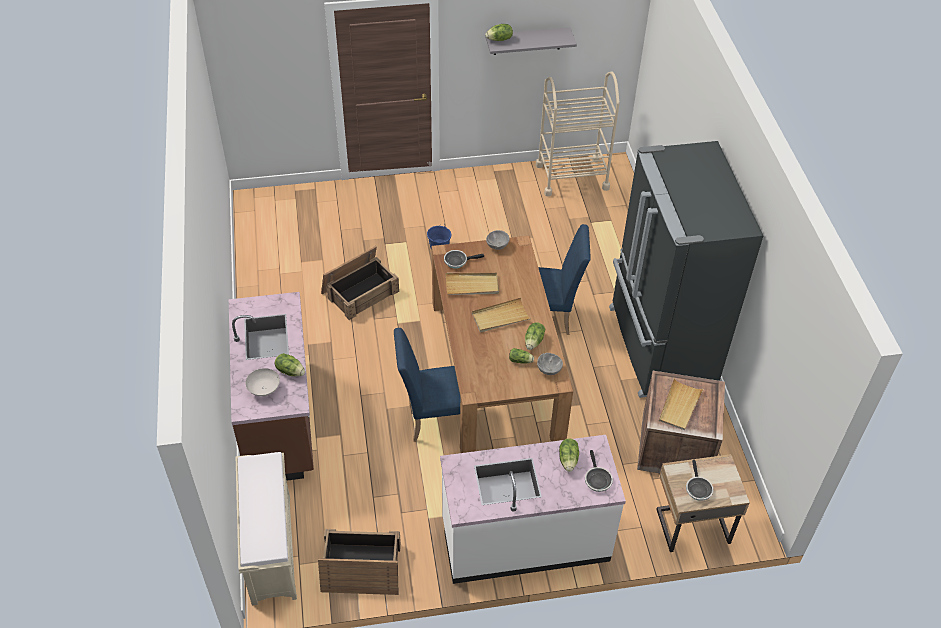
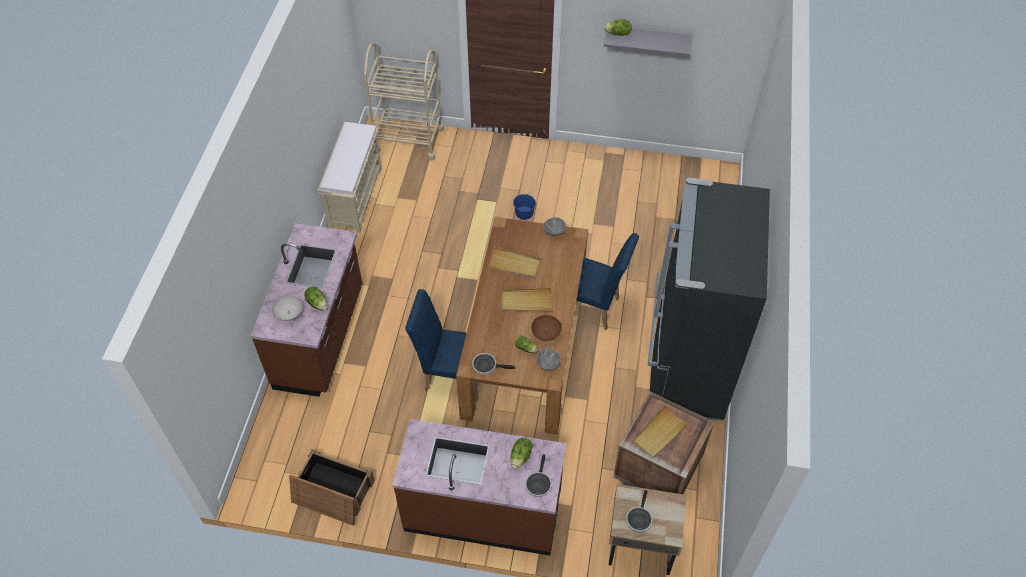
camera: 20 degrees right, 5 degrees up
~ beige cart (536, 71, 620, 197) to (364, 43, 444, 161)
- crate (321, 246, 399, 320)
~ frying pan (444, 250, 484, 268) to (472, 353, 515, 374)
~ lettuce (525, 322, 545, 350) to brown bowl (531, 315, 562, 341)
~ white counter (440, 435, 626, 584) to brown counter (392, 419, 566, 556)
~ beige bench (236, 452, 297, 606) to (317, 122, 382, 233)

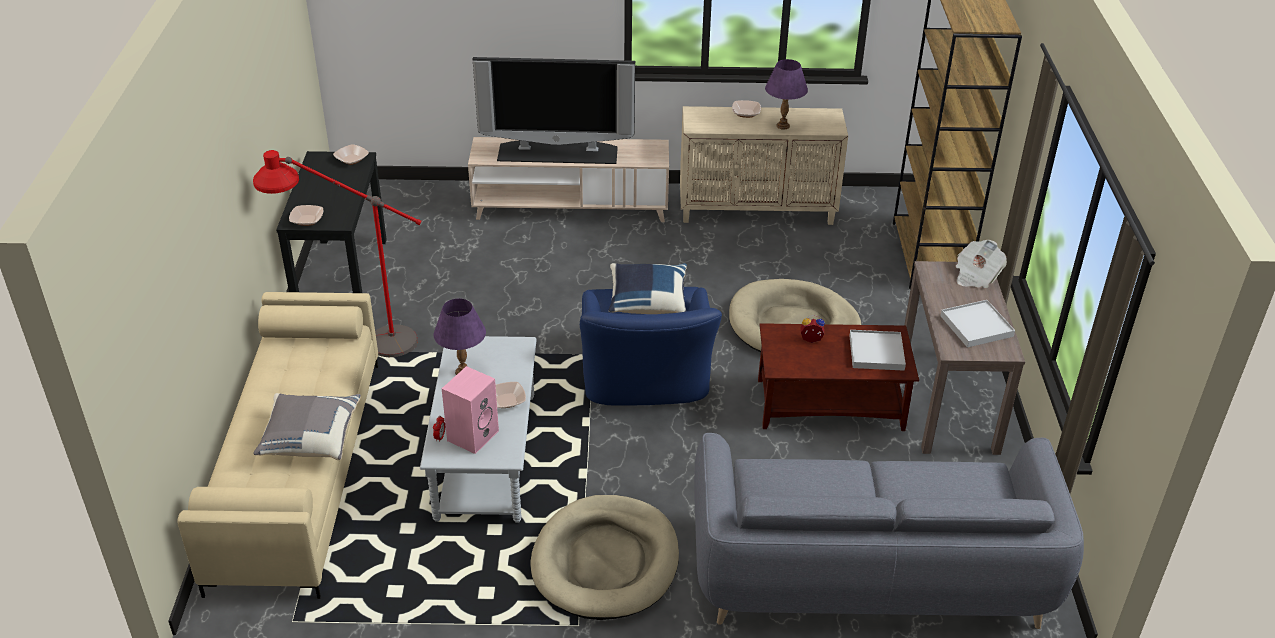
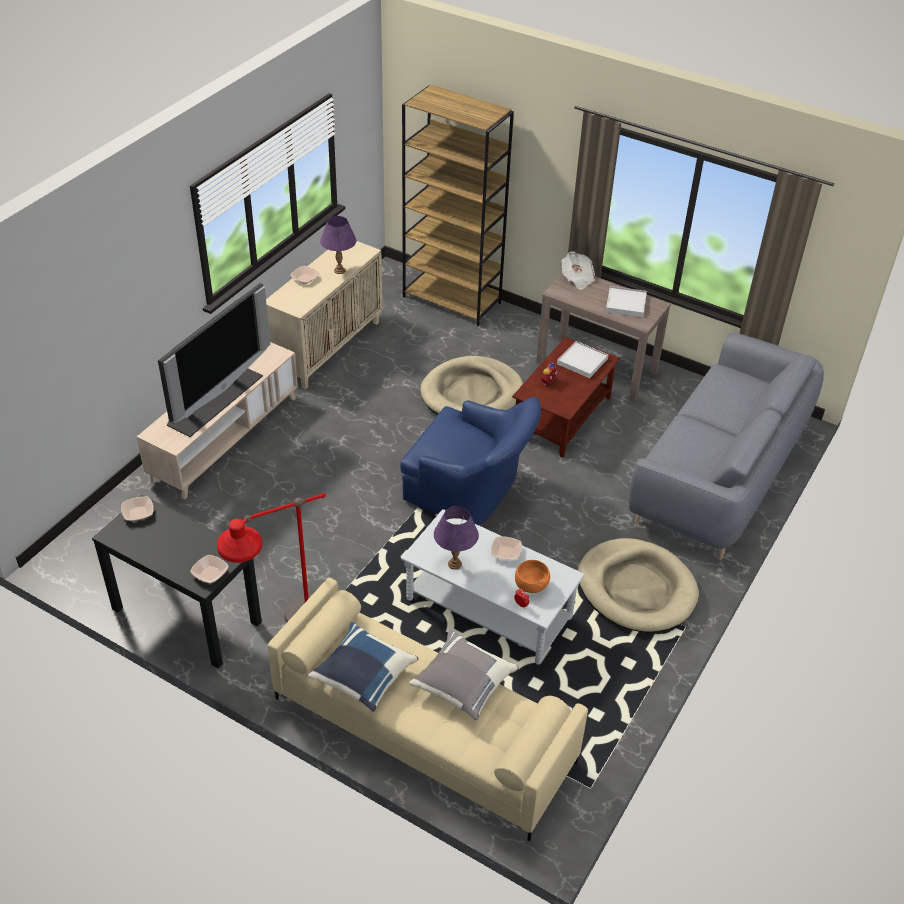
camera: 60 degrees left, 5 degrees up
~ blue pillow (608, 263, 687, 314) to (308, 622, 419, 712)
~ pink speaker (442, 366, 499, 454) to orange bowl (515, 560, 550, 593)

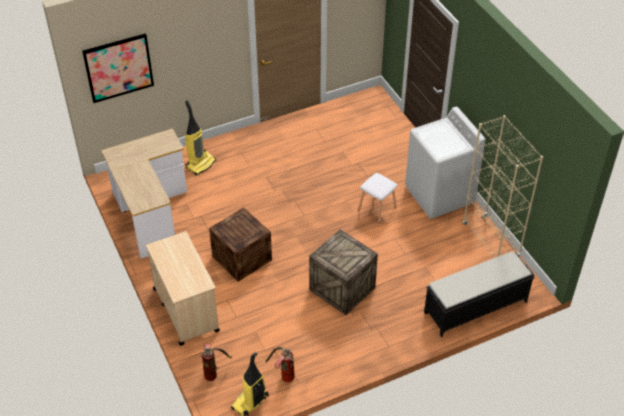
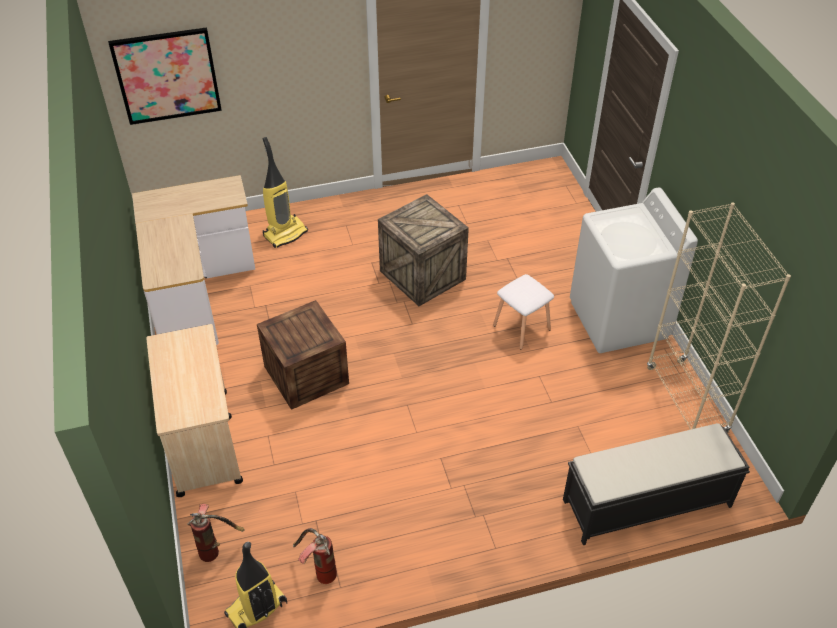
camera: 10 degrees right, 0 degrees up
~ crate (309, 230, 378, 315) to (378, 194, 469, 306)

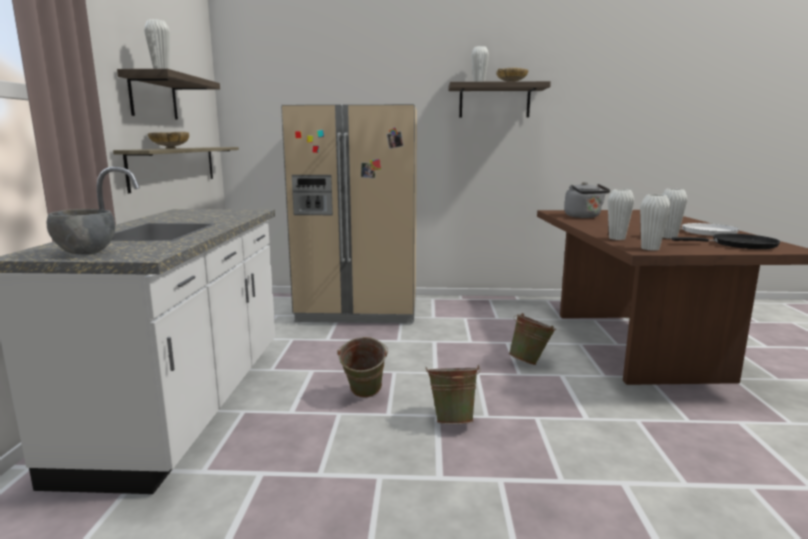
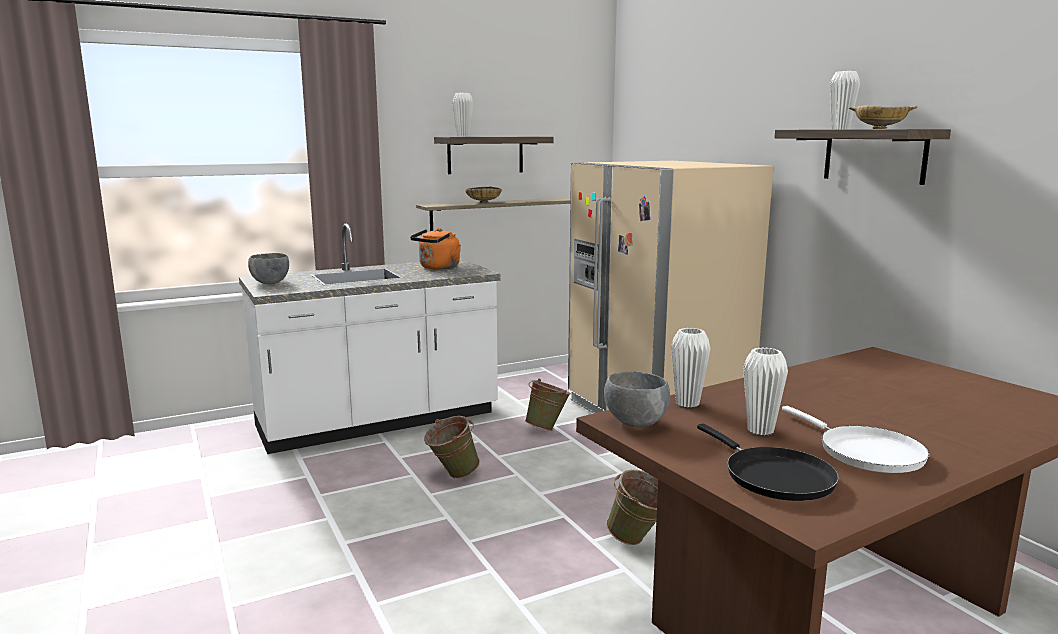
camera: 60 degrees right, 0 degrees up
- grey kettle (564, 182, 610, 218)
~ white vase (640, 194, 670, 250) to grey bowl (604, 371, 670, 427)
~ green bucket (426, 365, 481, 424) to (525, 379, 571, 431)
+ orange kettle (410, 228, 461, 270)

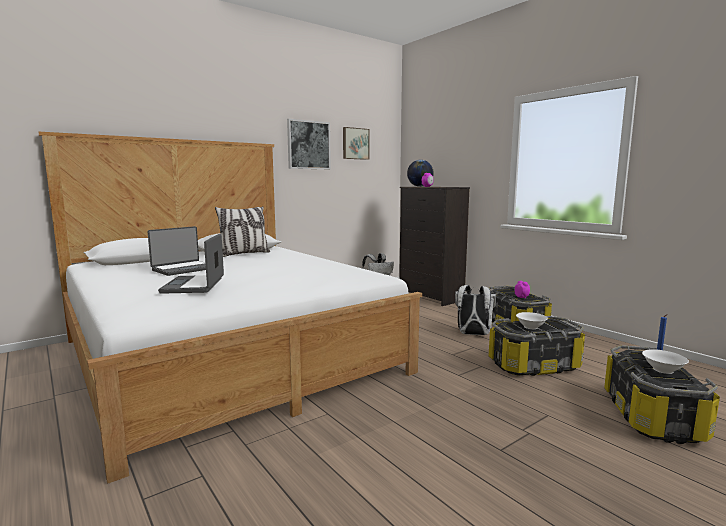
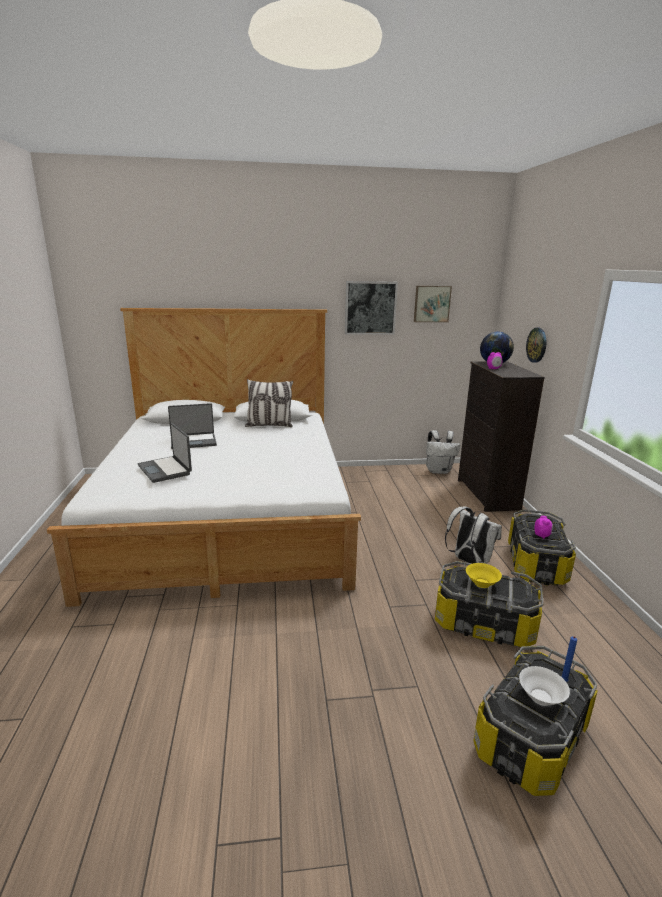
camera: 30 degrees right, 10 degrees up
~ laptop (158, 234, 224, 294) = (138, 423, 192, 483) 60 degrees counterclockwise
~ white bowl (516, 312, 548, 329) to yellow bowl (466, 563, 502, 588)
+ wall clock (526, 328, 546, 363)

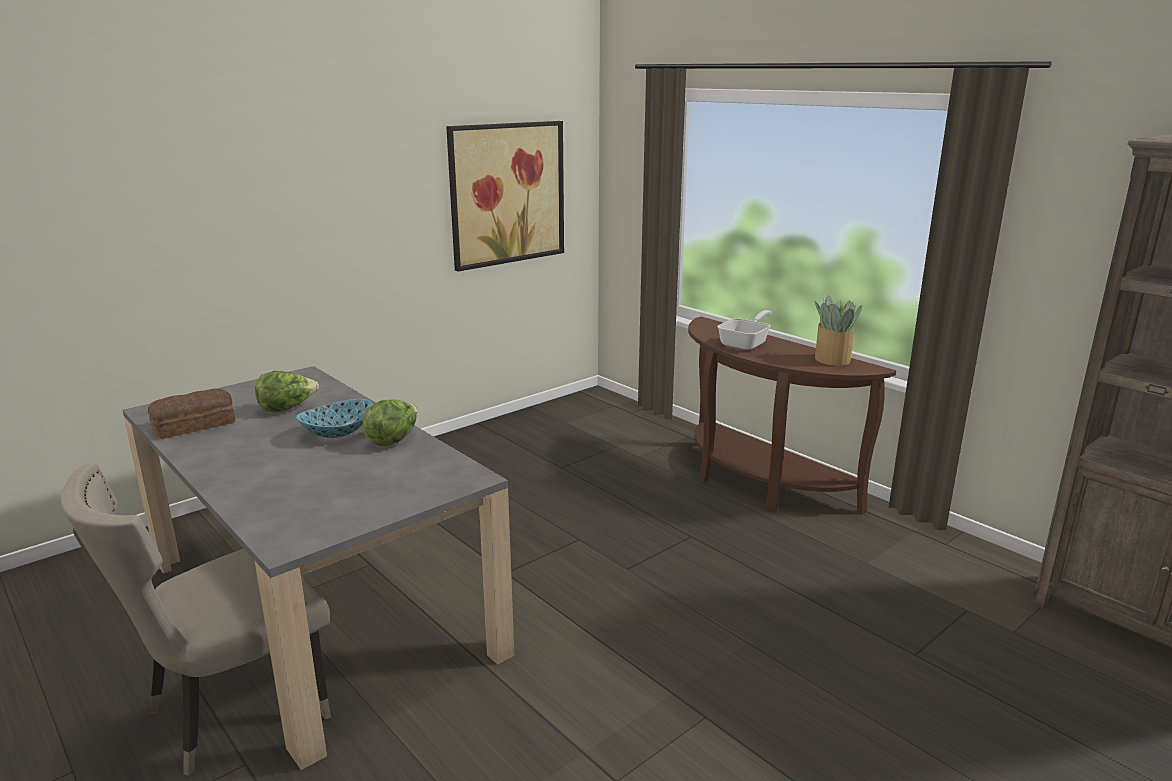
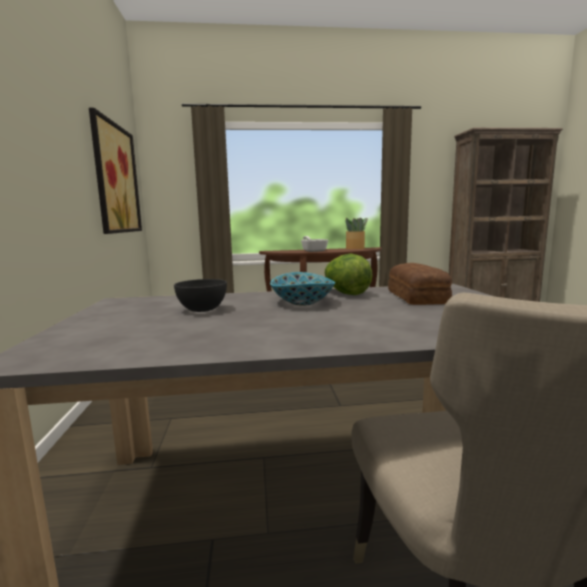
camera: 55 degrees left, 10 degrees down
~ lettuce (255, 371, 319, 413) to grey bowl (174, 279, 227, 312)
~ bread (148, 389, 235, 439) to (388, 263, 452, 305)

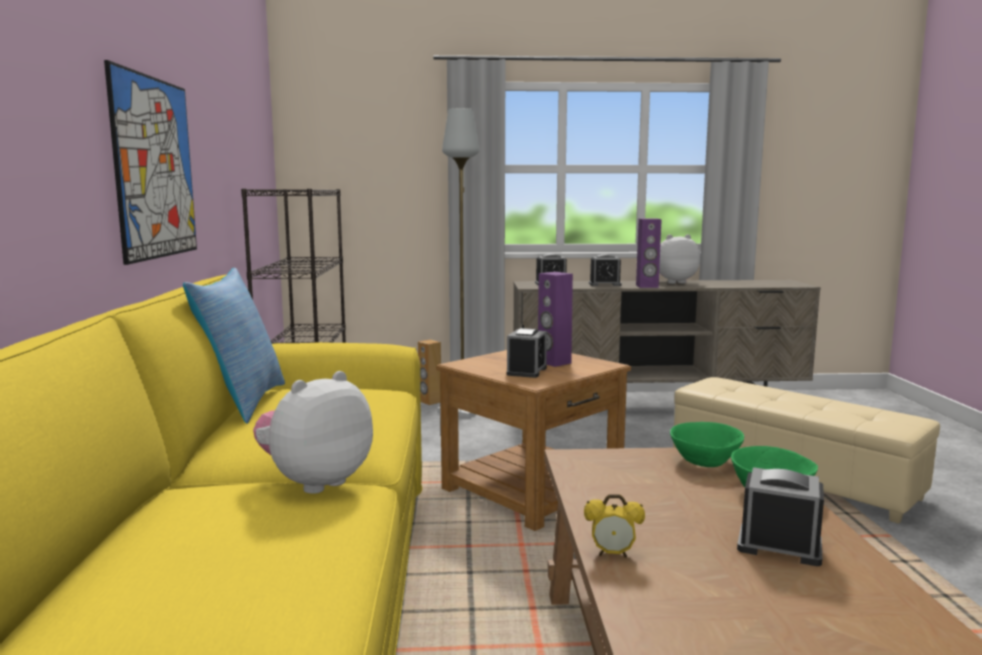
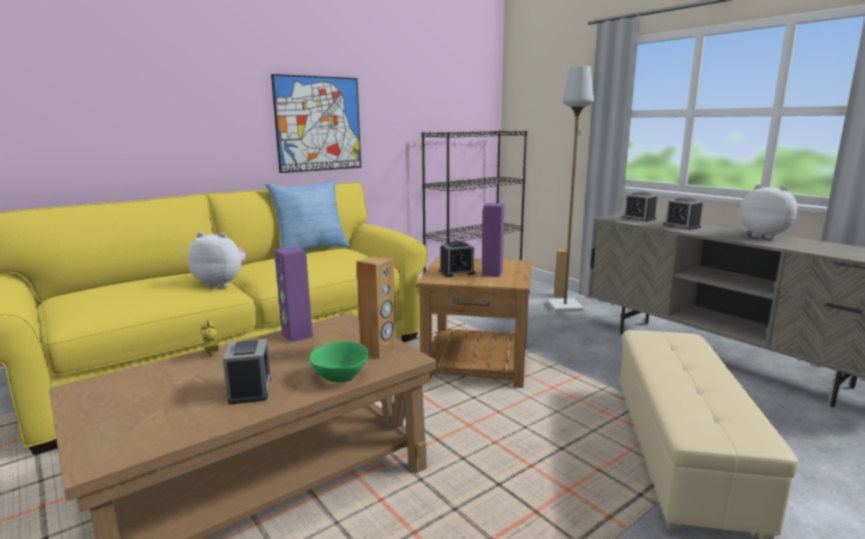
camera: 55 degrees right, 5 degrees up
~ purple speaker (636, 219, 662, 288) to (274, 247, 313, 342)
~ green bowl (670, 422, 744, 467) to brown speaker (357, 256, 396, 359)

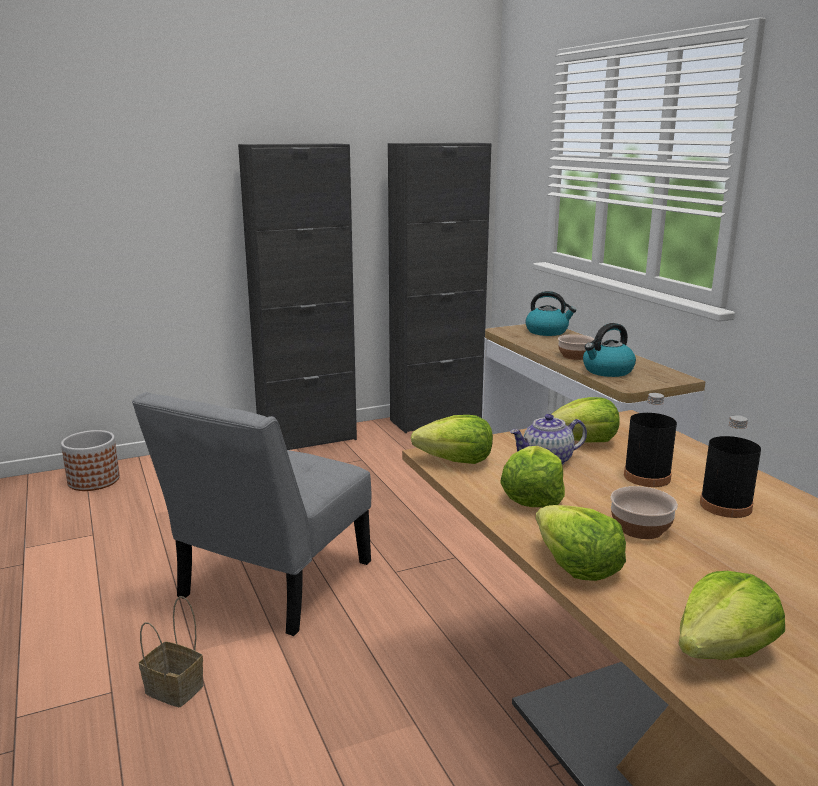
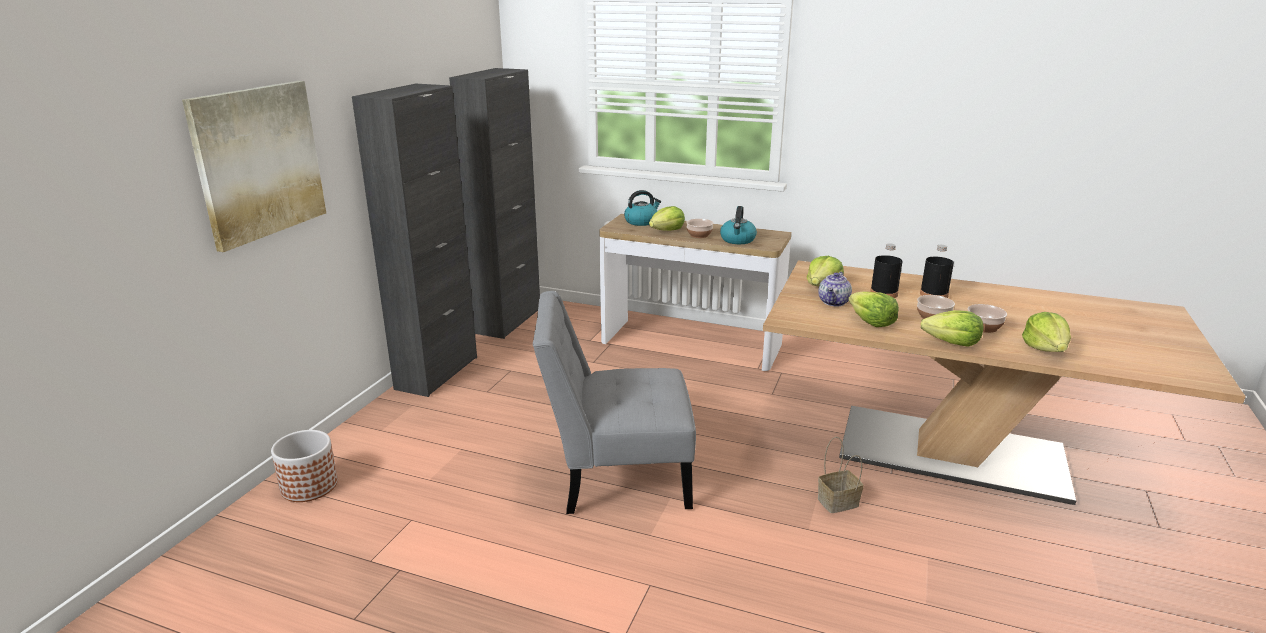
camera: 45 degrees left, 5 degrees up
~ grey chair (132, 392, 371, 636) = (533, 291, 696, 514) 105 degrees clockwise
~ lettuce (411, 415, 493, 464) to (649, 206, 685, 231)
~ basket (139, 596, 203, 707) to (818, 437, 864, 513)
+ picture (182, 81, 326, 252)
+ bowl (968, 304, 1007, 333)

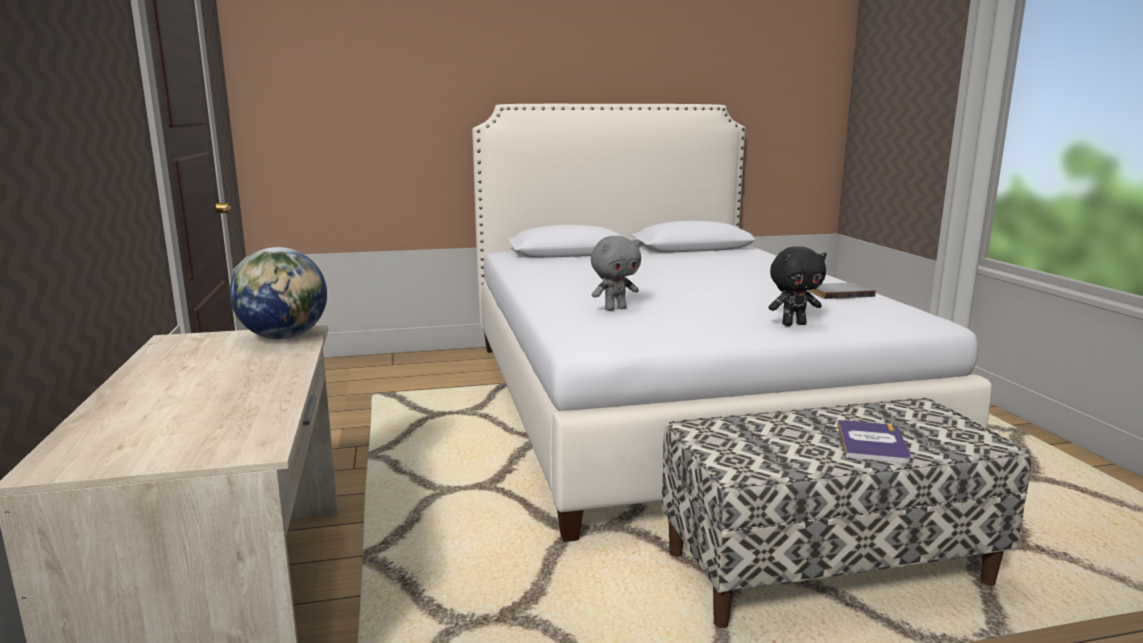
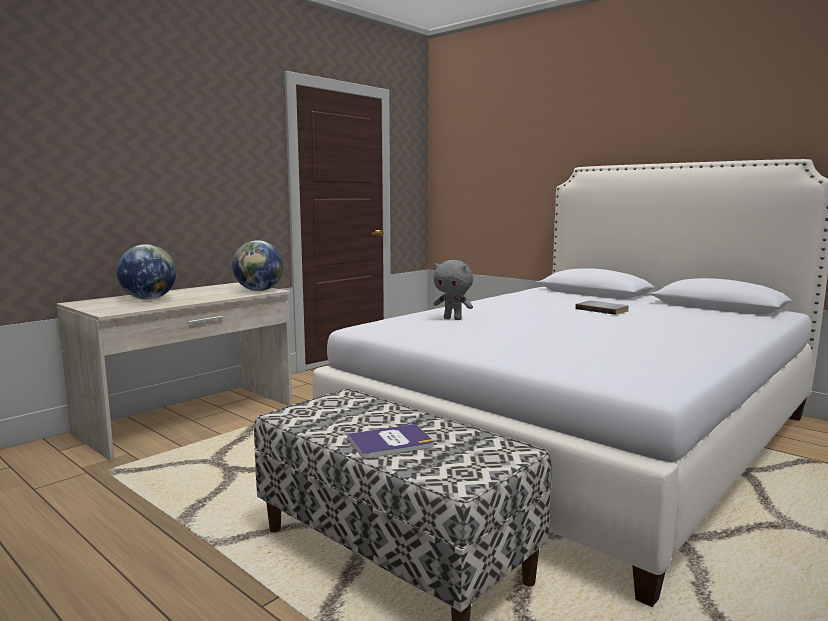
camera: 55 degrees right, 5 degrees down
- black plush toy (768, 246, 827, 326)
~ grey book (808, 283, 876, 299) to (575, 301, 629, 315)
+ globe (117, 244, 176, 300)

